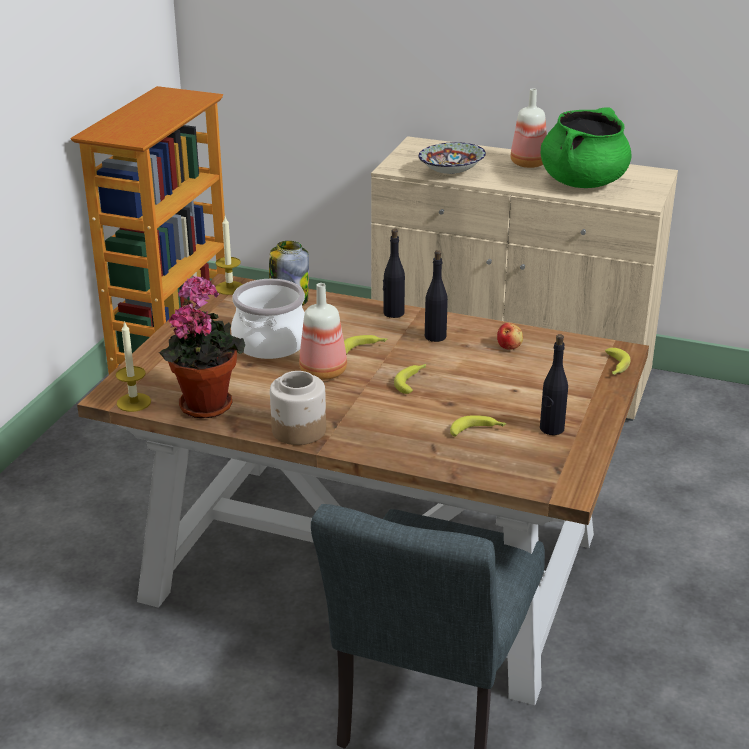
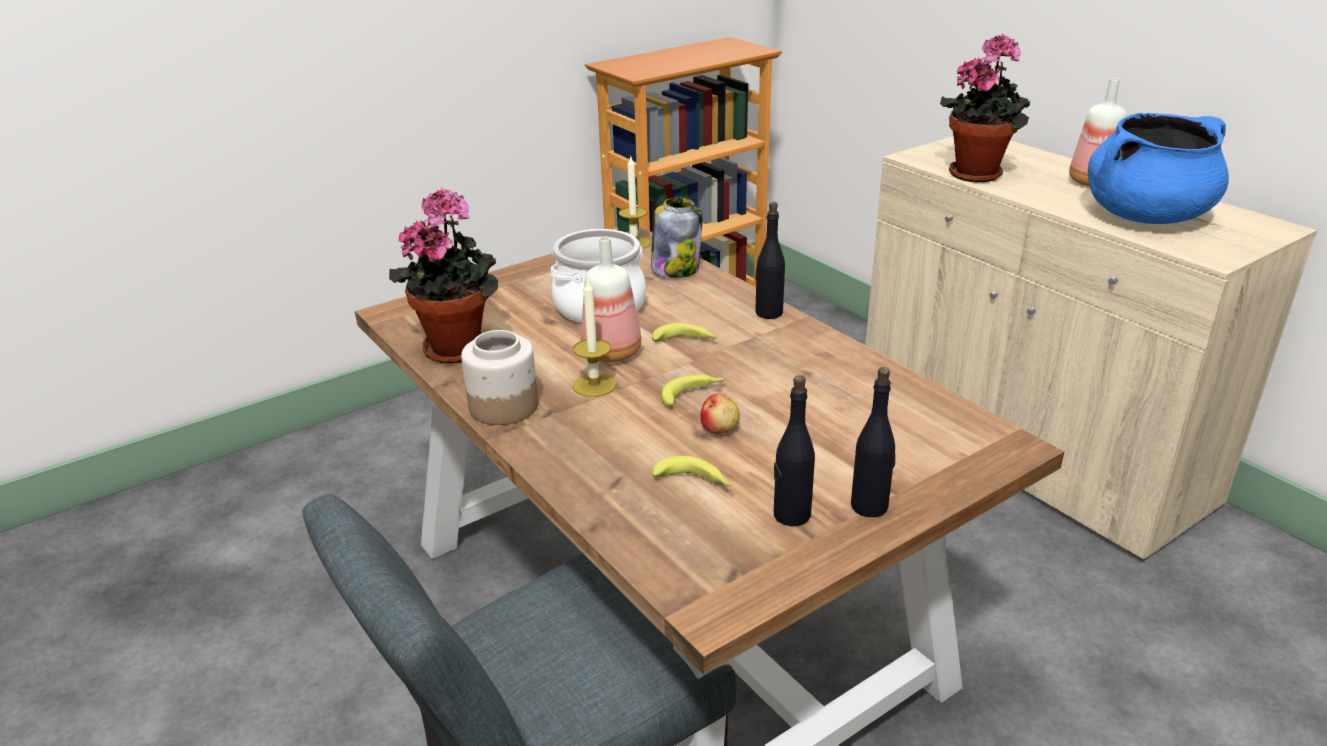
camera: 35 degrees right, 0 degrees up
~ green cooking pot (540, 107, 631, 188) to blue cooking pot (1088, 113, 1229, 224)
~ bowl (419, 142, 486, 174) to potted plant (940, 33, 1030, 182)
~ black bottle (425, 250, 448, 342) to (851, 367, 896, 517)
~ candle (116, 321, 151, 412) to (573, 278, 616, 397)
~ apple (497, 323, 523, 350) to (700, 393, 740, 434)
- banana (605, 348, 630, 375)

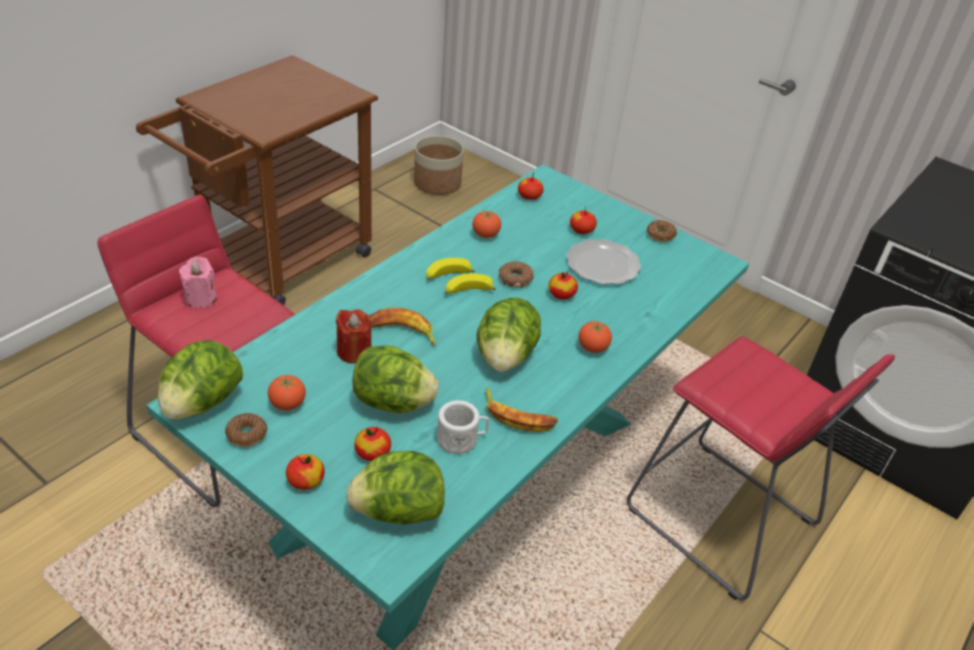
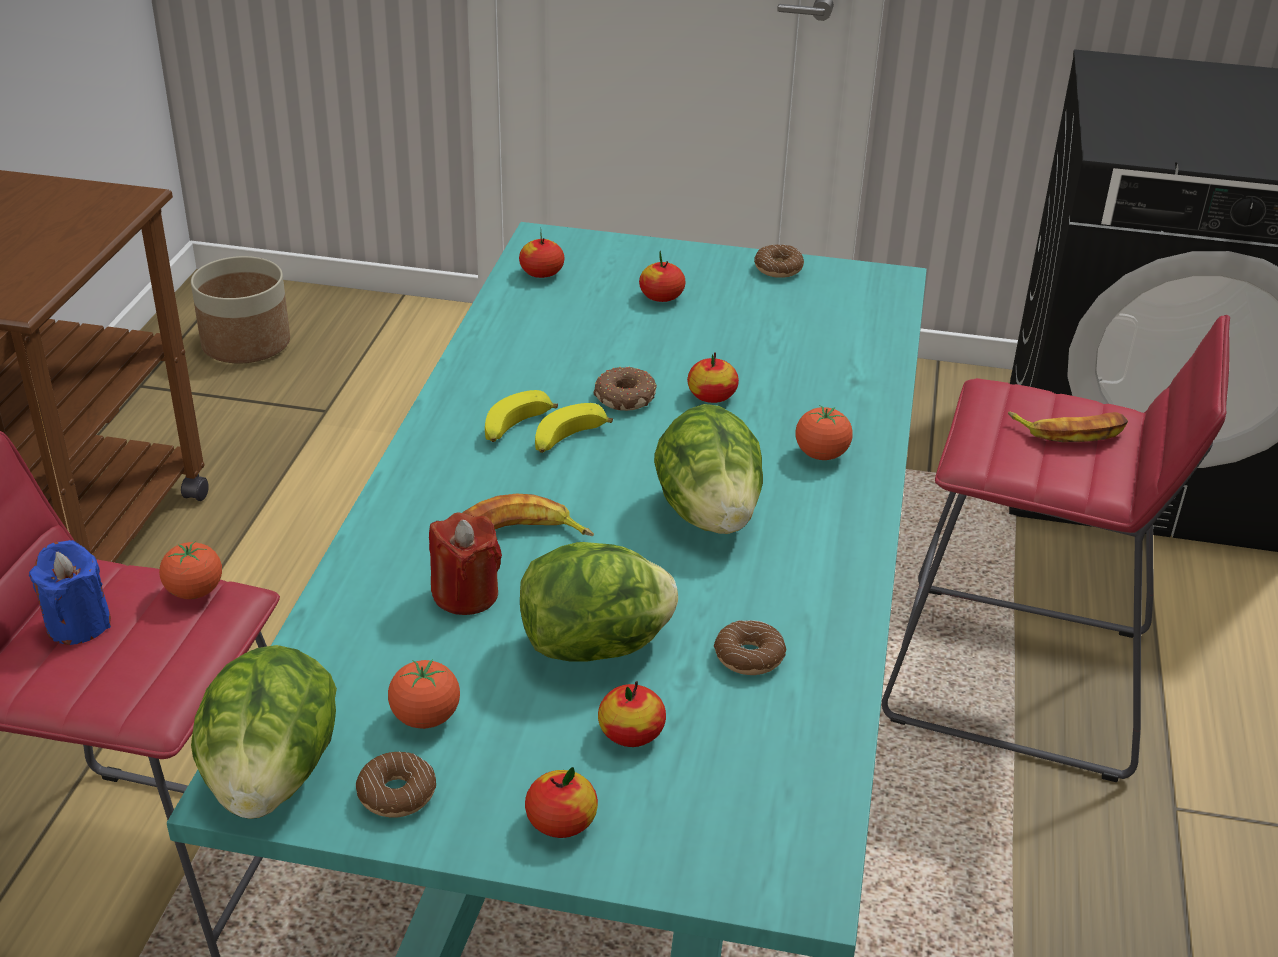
camera: 25 degrees left, 5 degrees down
~ tomato (472, 211, 501, 238) to (159, 541, 222, 599)
- plate (566, 239, 641, 285)
~ pink candle (179, 256, 217, 308) to blue candle (29, 540, 111, 645)
~ banana (486, 387, 558, 432) to (1008, 411, 1128, 442)
~ white mug (437, 400, 489, 454) to donut (714, 620, 786, 675)
- lettuce (346, 451, 445, 525)

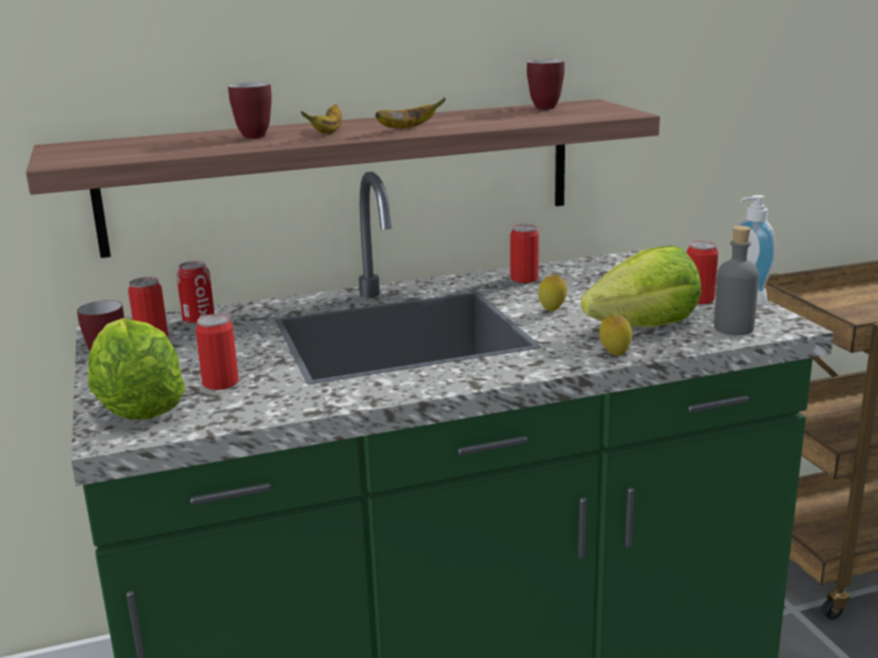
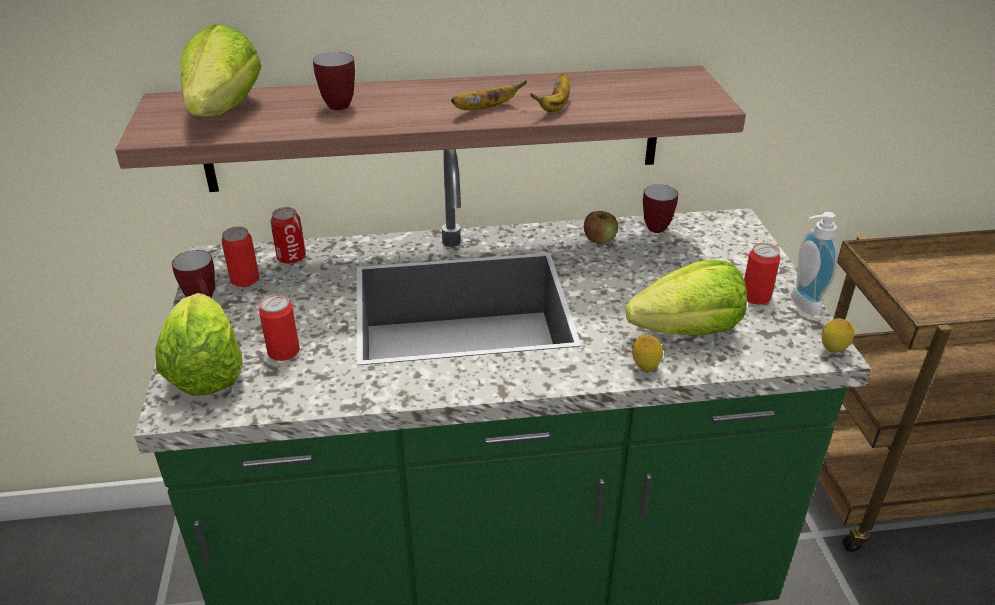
camera: 10 degrees right, 15 degrees up
~ mug (527, 59, 565, 110) to (643, 184, 678, 233)
~ banana (301, 104, 342, 134) to (530, 73, 570, 112)
~ can (510, 224, 539, 283) to apple (584, 211, 618, 245)
- grey bottle (714, 226, 759, 335)
~ lemon (538, 275, 567, 311) to (821, 318, 855, 353)
+ lettuce (180, 24, 262, 116)

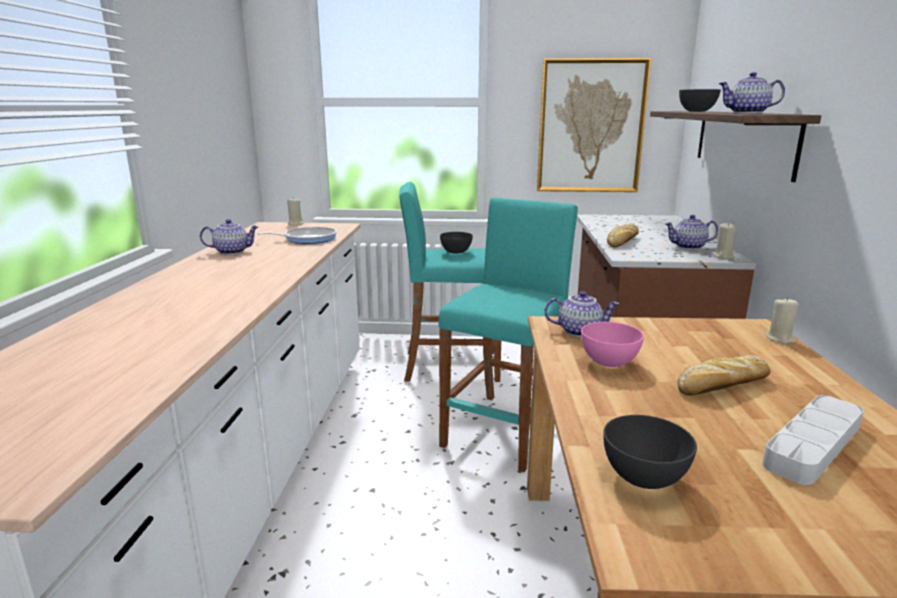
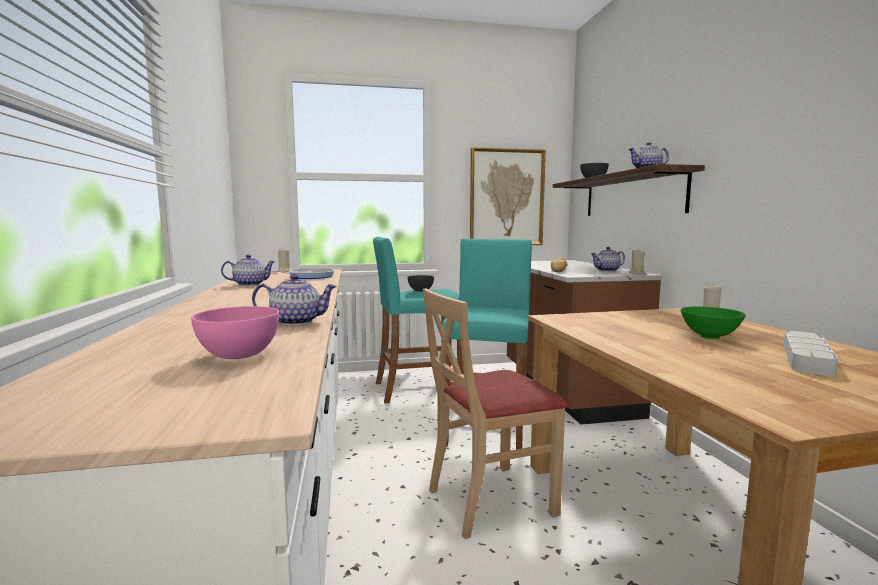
camera: 15 degrees left, 10 degrees down
~ teapot (544, 291, 620, 337) to (252, 274, 337, 325)
~ pink bowl (581, 322, 644, 367) to (191, 306, 279, 359)
~ bread (678, 355, 771, 396) to green bowl (681, 306, 746, 339)
- grey bowl (603, 415, 697, 489)
+ beige chair (423, 288, 569, 539)

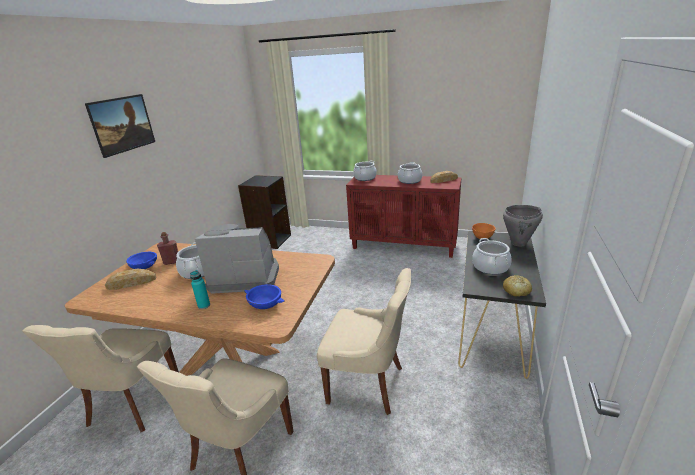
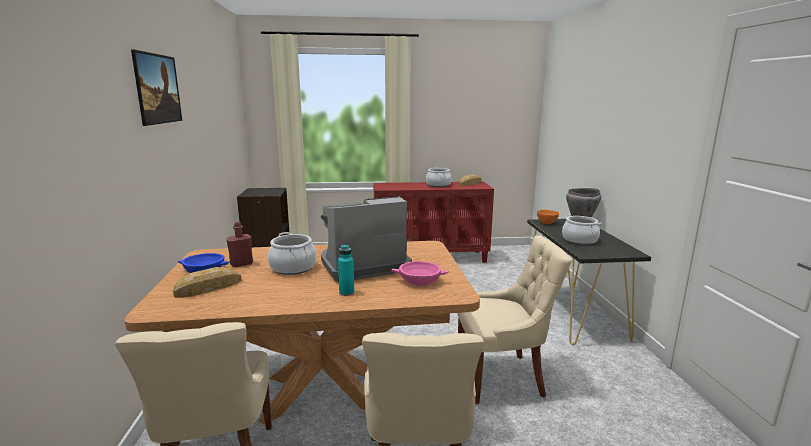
camera: 25 degrees left, 10 degrees down
- cooking pot (353, 161, 377, 181)
- bread (503, 275, 532, 297)
~ blue bowl (244, 284, 285, 309) to pink bowl (391, 261, 449, 286)

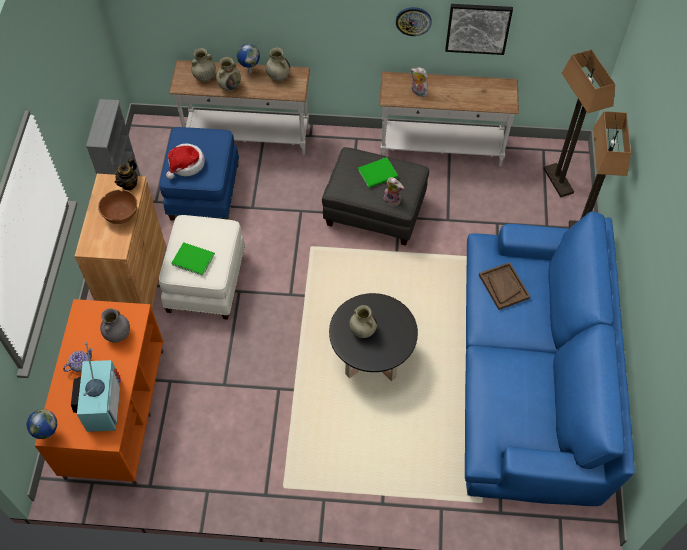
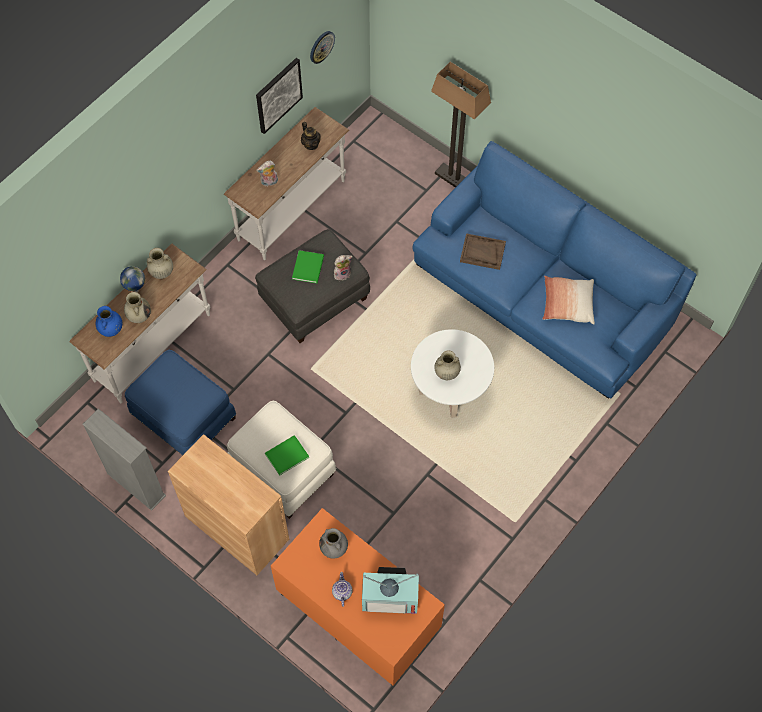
camera: 55 degrees left, 5 degrees up
~ wall clock (396, 7, 431, 36) to (310, 31, 335, 64)
~ beige vase (191, 48, 216, 82) to blue vase (96, 306, 122, 337)
- floor lamp (543, 50, 615, 197)
- hat (166, 143, 205, 179)
~ teapot (115, 158, 138, 190) to (301, 122, 321, 150)
- brown bowl (98, 190, 137, 224)
~ black coffee table (329, 293, 418, 381) to white coffee table (411, 329, 494, 418)
~ television (71, 342, 120, 432) = (362, 567, 419, 614) 150 degrees clockwise
- globe (26, 409, 57, 439)
+ pillow (542, 276, 595, 324)

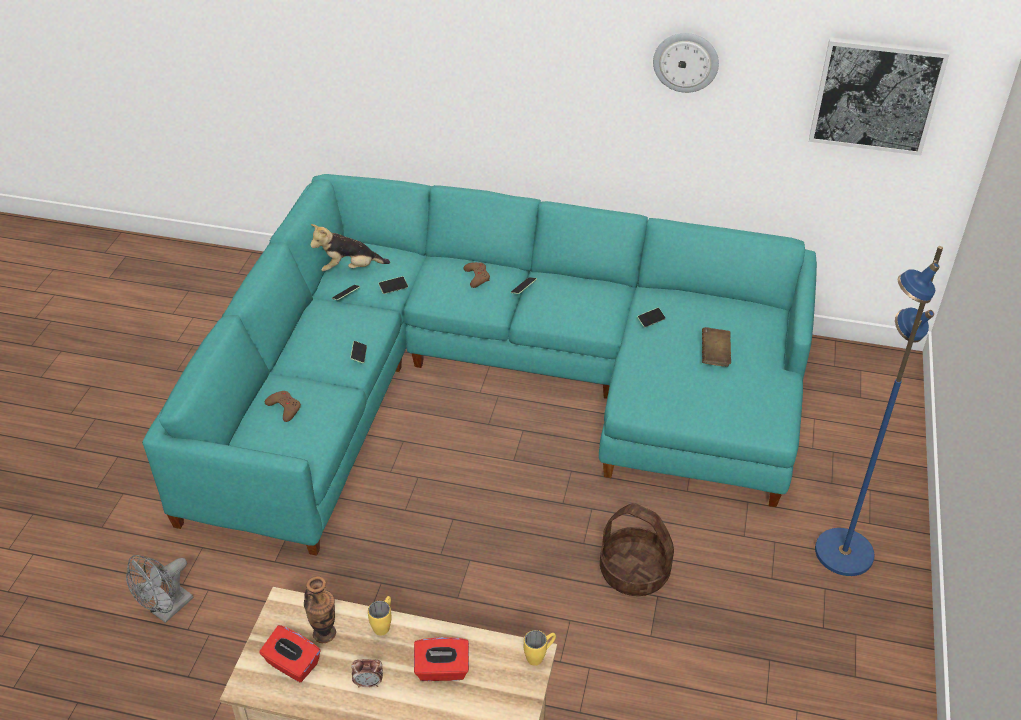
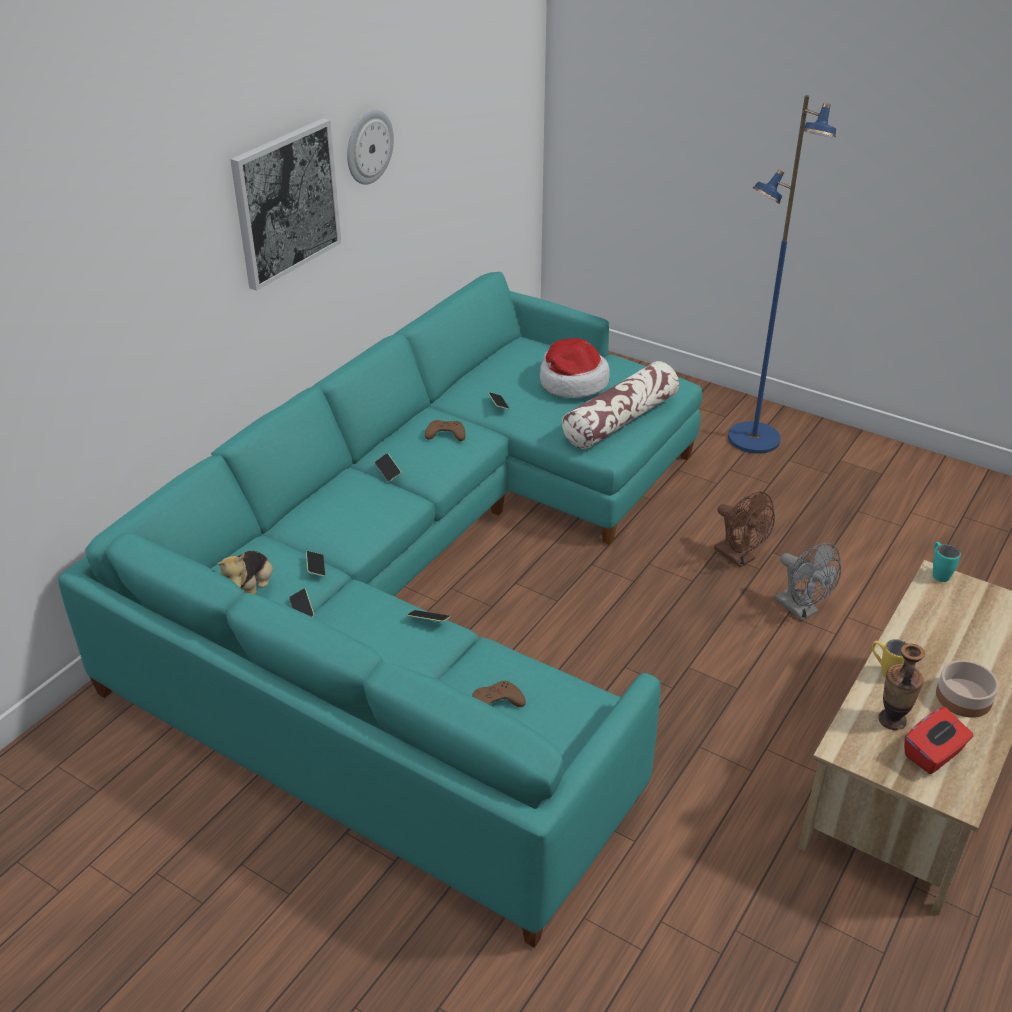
camera: 70 degrees left, 5 degrees down
~ picture (809, 37, 950, 156) to (230, 118, 341, 291)
~ brown game controller (463, 262, 490, 288) to (425, 420, 466, 441)
~ brown book (702, 327, 731, 367) to hat (540, 338, 610, 398)
~ basket (600, 503, 674, 596) to brown fan (714, 492, 775, 567)
~ grey fan (126, 555, 193, 623) to (775, 543, 841, 621)
~ yellow mug (524, 630, 556, 666) to turquoise mug (933, 542, 961, 582)
- red tissue box (414, 637, 469, 681)
~ alarm clock (351, 659, 383, 687) to bowl (936, 660, 999, 718)
+ pillow (562, 361, 679, 449)

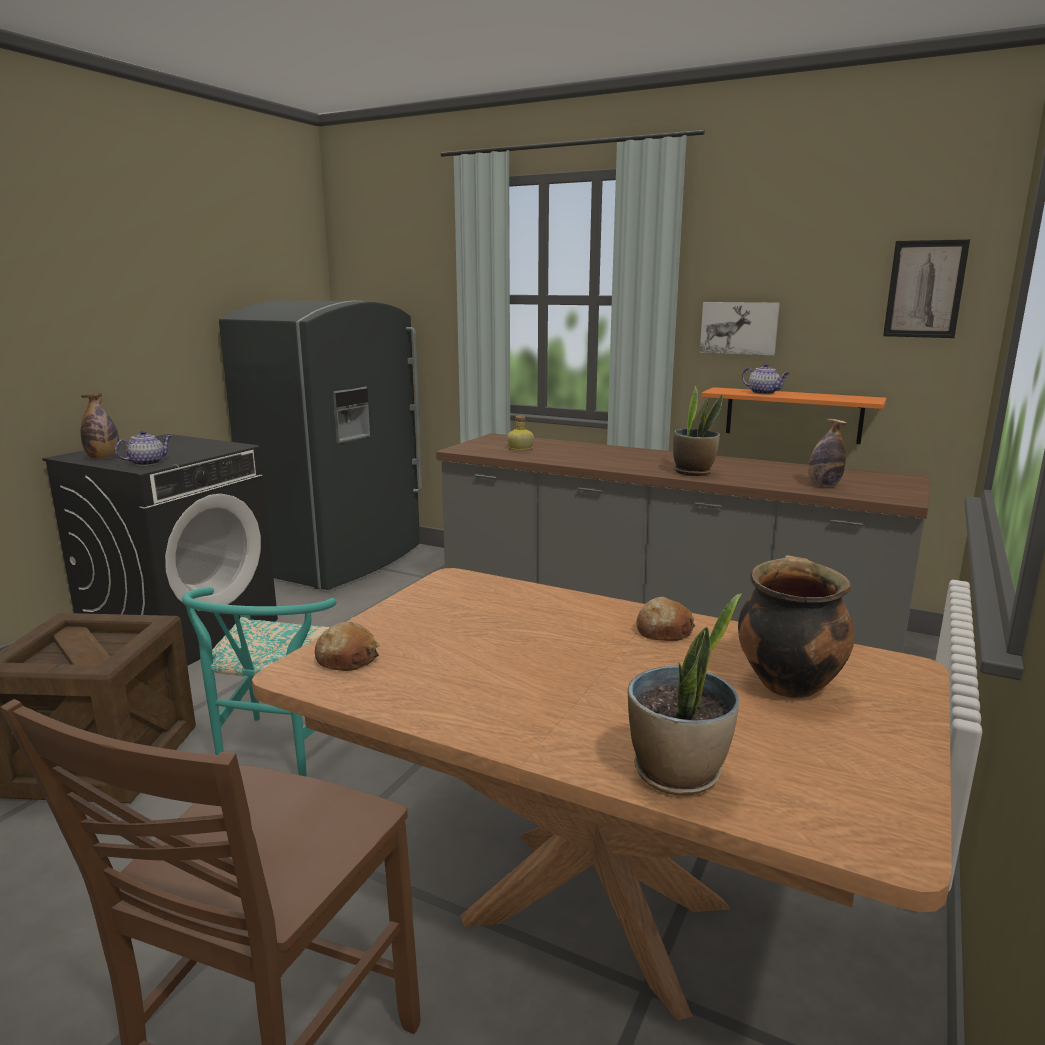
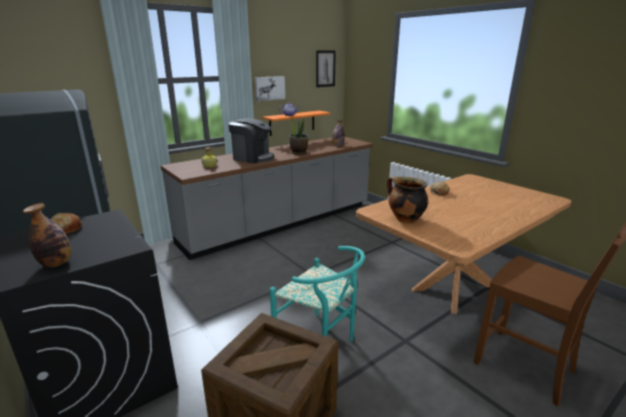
camera: 65 degrees left, 5 degrees up
- teapot (115, 430, 171, 466)
~ cooking pot (738, 555, 854, 698) to (387, 177, 428, 223)
- potted plant (628, 593, 742, 796)
~ bread (315, 622, 380, 671) to (50, 213, 82, 234)
+ coffee machine (228, 119, 274, 163)

